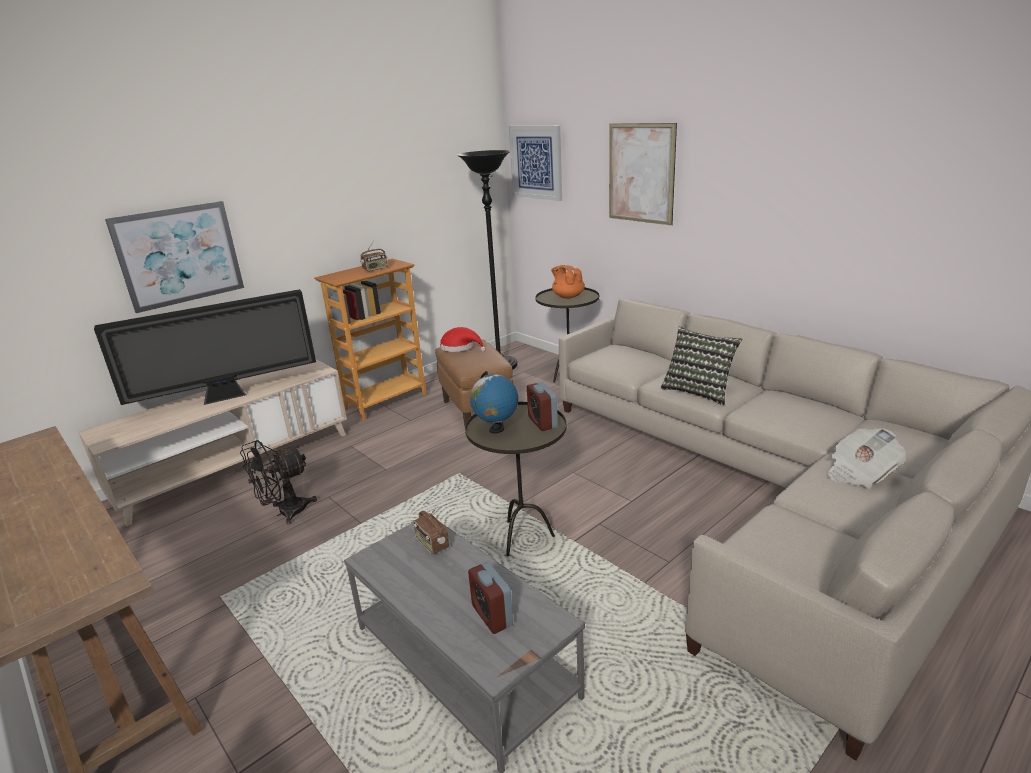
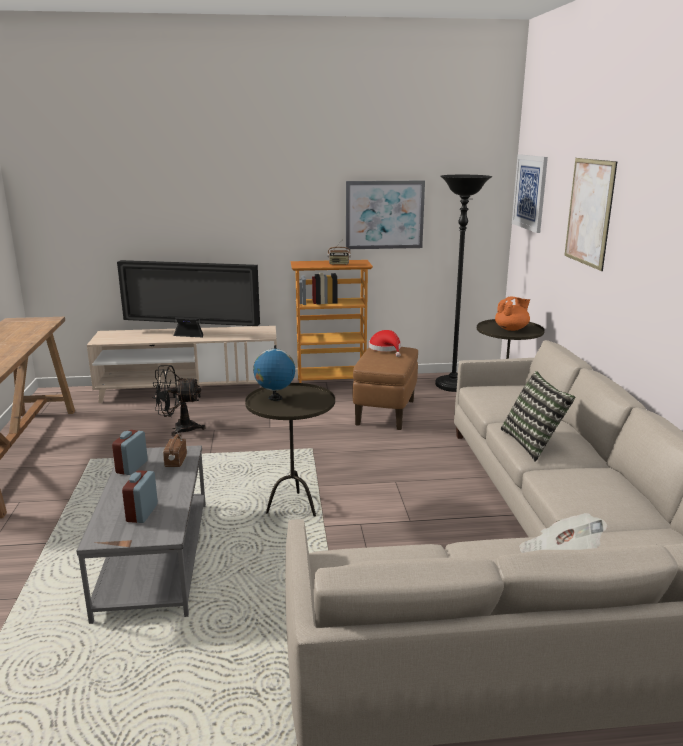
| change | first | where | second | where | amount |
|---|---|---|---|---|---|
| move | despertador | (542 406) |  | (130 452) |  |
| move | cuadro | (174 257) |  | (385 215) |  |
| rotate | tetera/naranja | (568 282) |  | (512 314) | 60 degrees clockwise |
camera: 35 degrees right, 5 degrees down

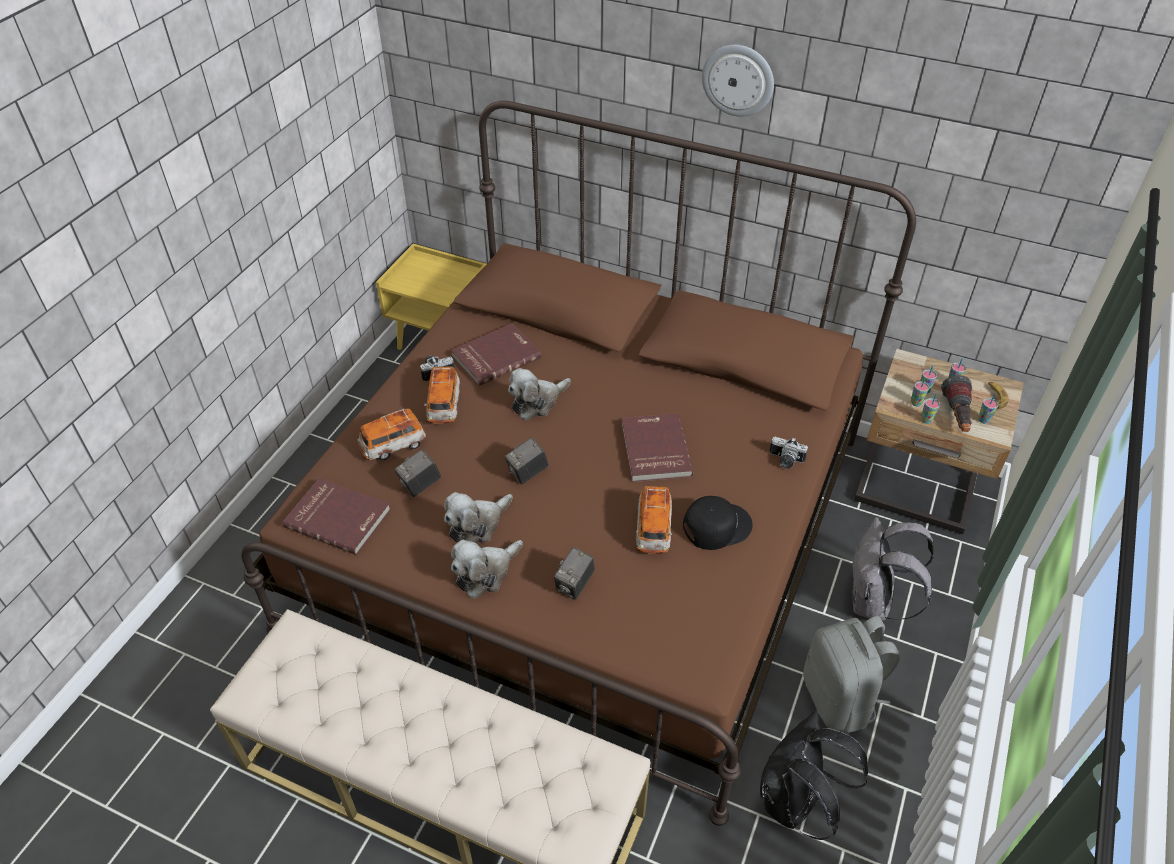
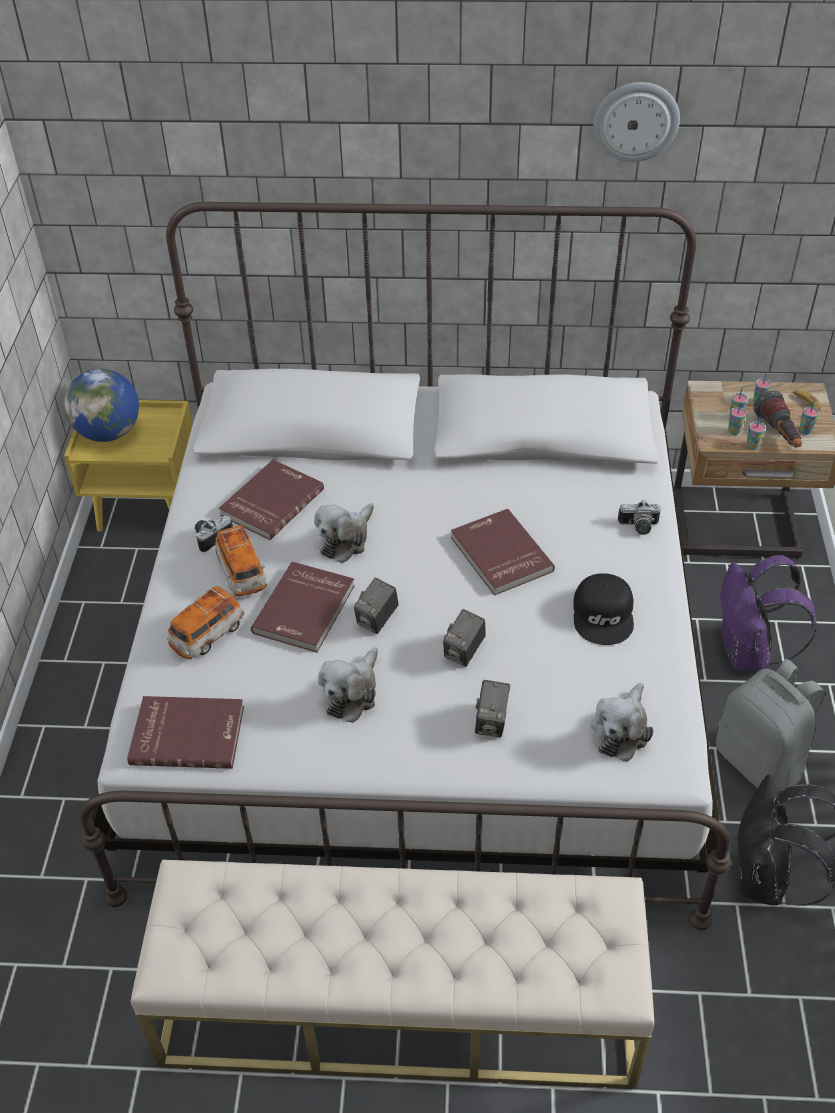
| change | first | where | second | where | amount |
|---|---|---|---|---|---|
| insert |  |  | globo terráqueo | (101 405) |  |
| recolor | cama/marrón | (578 463) | cama/blanco | (405 566) |  |
| insert |  |  | libro/rojo | (303 607) |  |
| move | cámara | (418 473) |  | (464 638) |  |
| rotate | gorra/negro | (718 523) |  | (603 609) | 135 degrees clockwise |
| move | peluche | (487 569) |  | (622 722) |  |
| move | reloj de pared | (738 81) |  | (636 122) |  |
| recolor | mochila/gris | (892 569) | mochila/morado | (768 613) |  |
| delete | coche de juguete | (654 520) |  |  |  |
camera: 20 degrees left, 0 degrees up

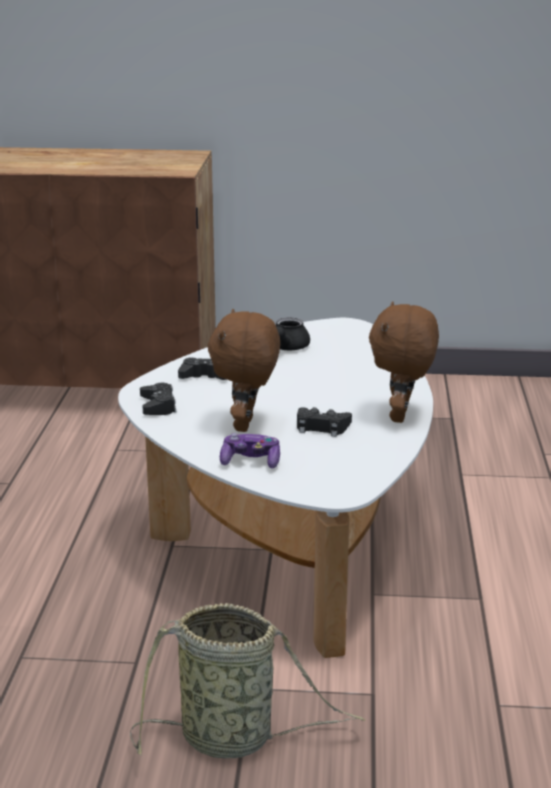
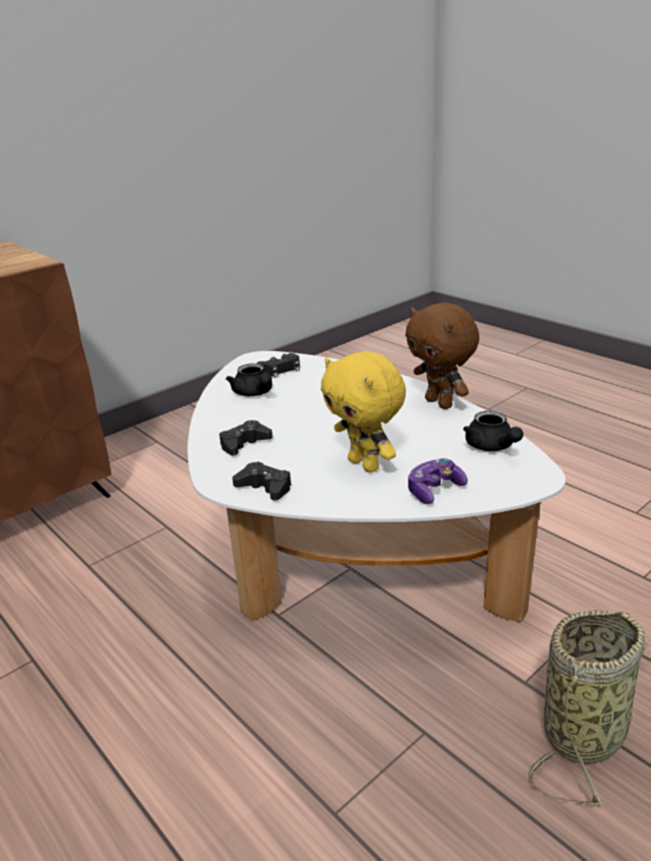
| change | first | where | second | where | amount |
|---|---|---|---|---|---|
| move | mando de consola/negro | (324 422) |  | (278 365) |  |
| recolor | peluche/marrón | (244 370) | peluche/amarillo | (363 412) |  |
| insert |  |  | tetera/negro | (493 431) |  |
camera: 45 degrees left, 5 degrees up

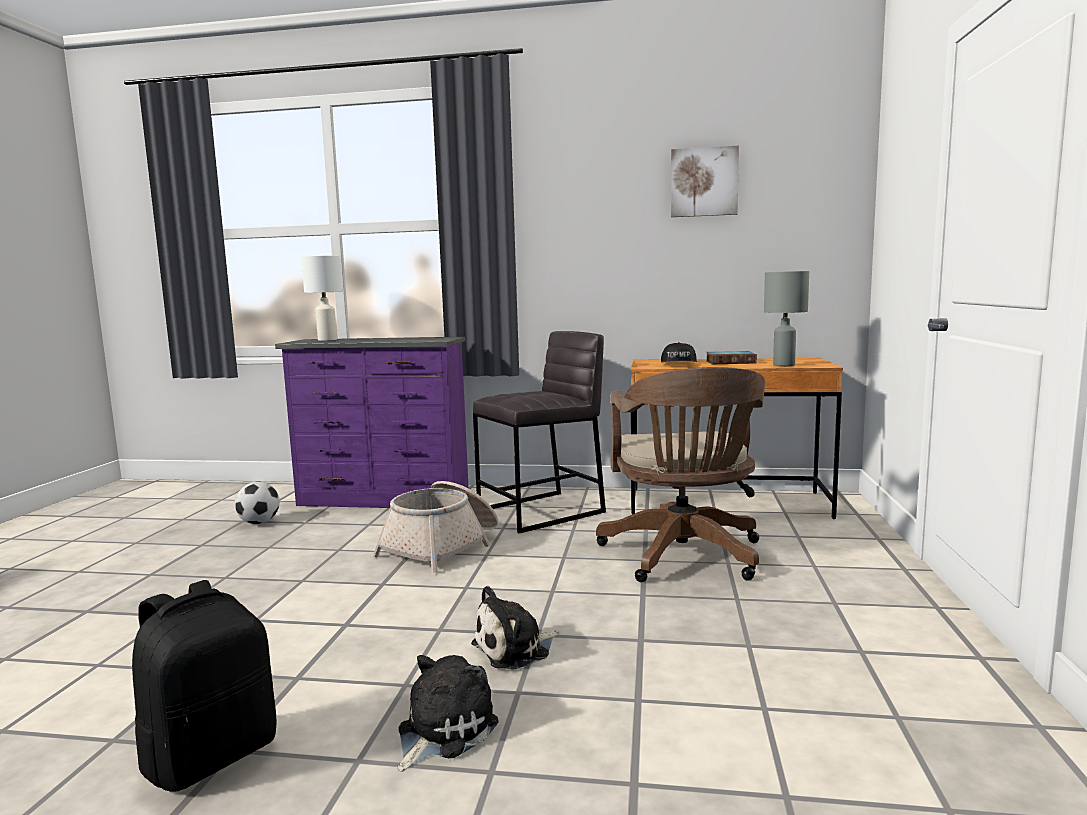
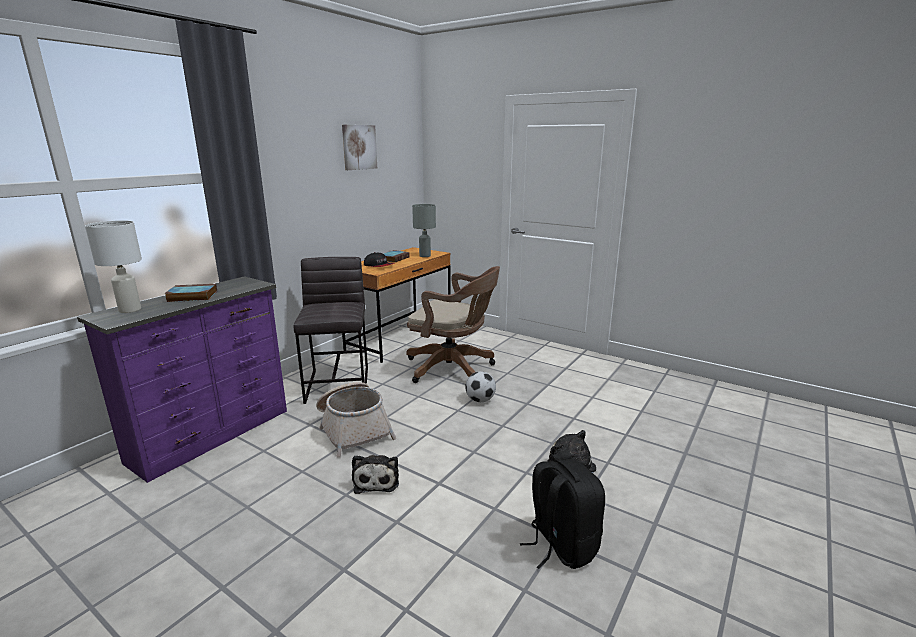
| change | first | where | second | where | amount |
|---|---|---|---|---|---|
| insert |  |  | libro | (190 293) |  |
| move | peluche | (515 628) |  | (375 474) |  |
| move | balón de fútbol | (257 503) |  | (480 386) |  |
camera: 65 degrees left, 10 degrees up

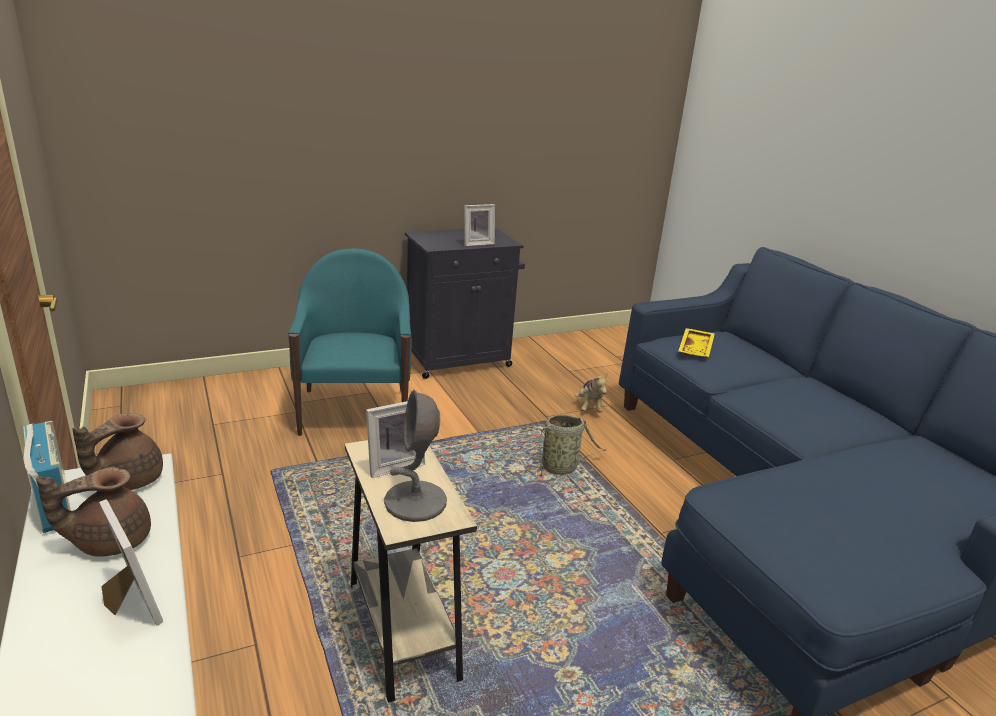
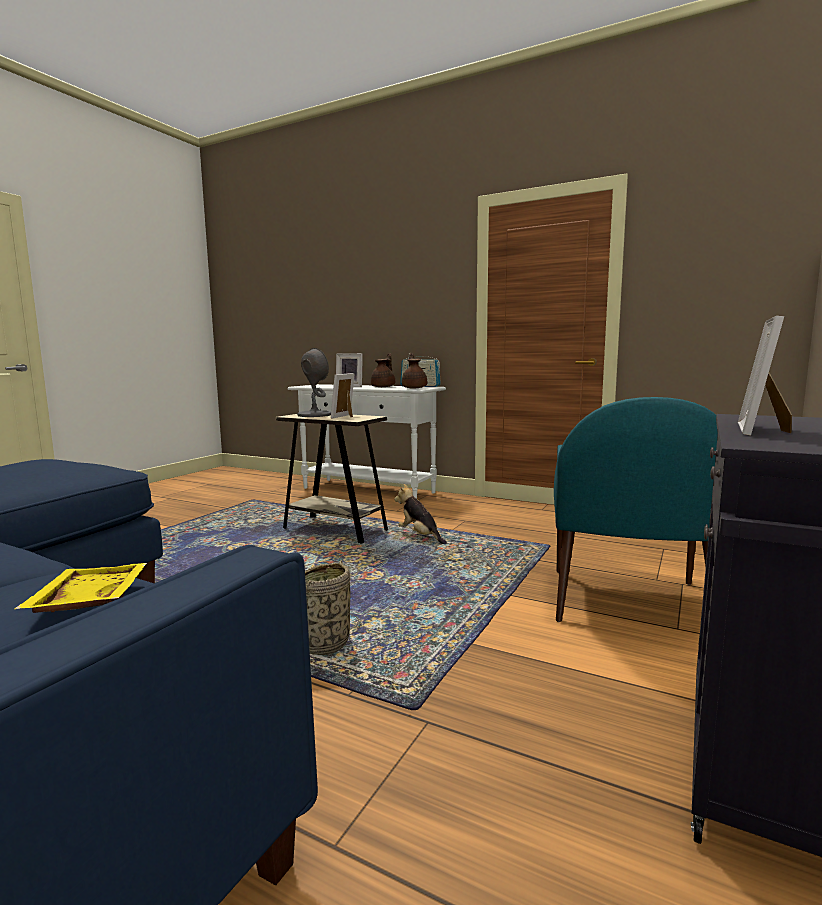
| change | first | where | second | where | amount |
|---|---|---|---|---|---|
| move | peluche | (591 393) |  | (420 514) |  |
| rotate | sillón/turquesa | (350 342) |  | (636 509) | 60 degrees clockwise |
camera: 145 degrees right, 15 degrees down

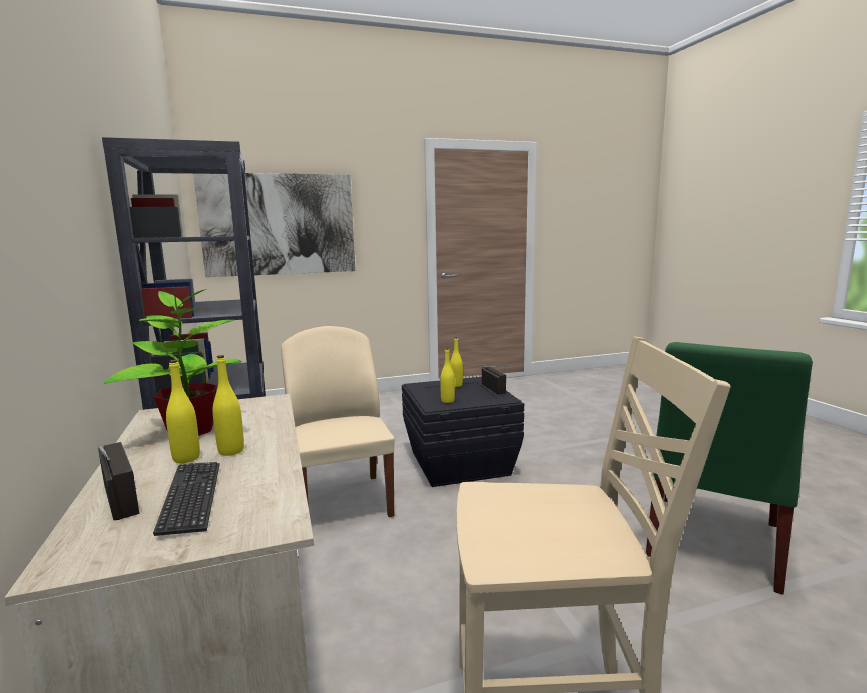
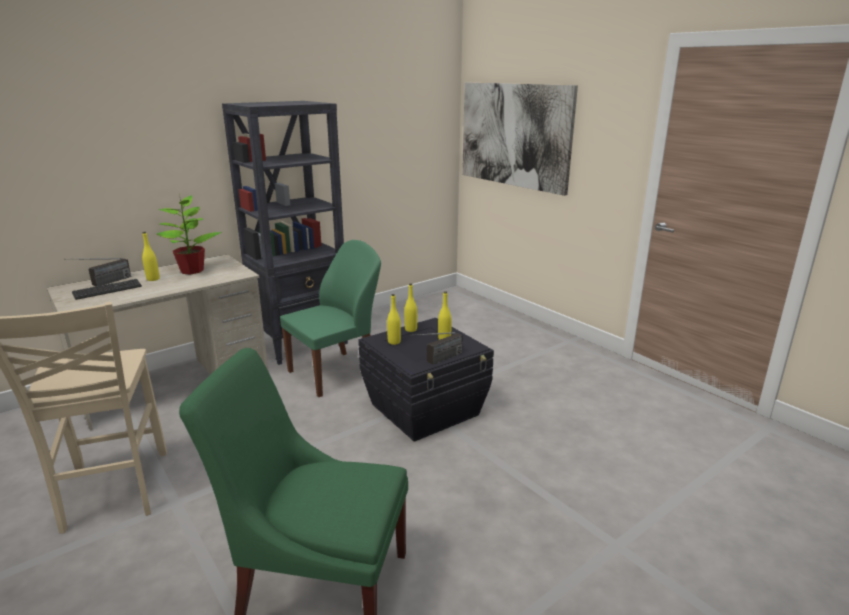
| change | first | where | second | where | amount |
|---|---|---|---|---|---|
| recolor | silla/beis | (338 421) | silla/verde | (330 318) |  |
| move | botella/amarillo | (228 405) |  | (410 307) |  |
camera: 70 degrees right, 10 degrees up

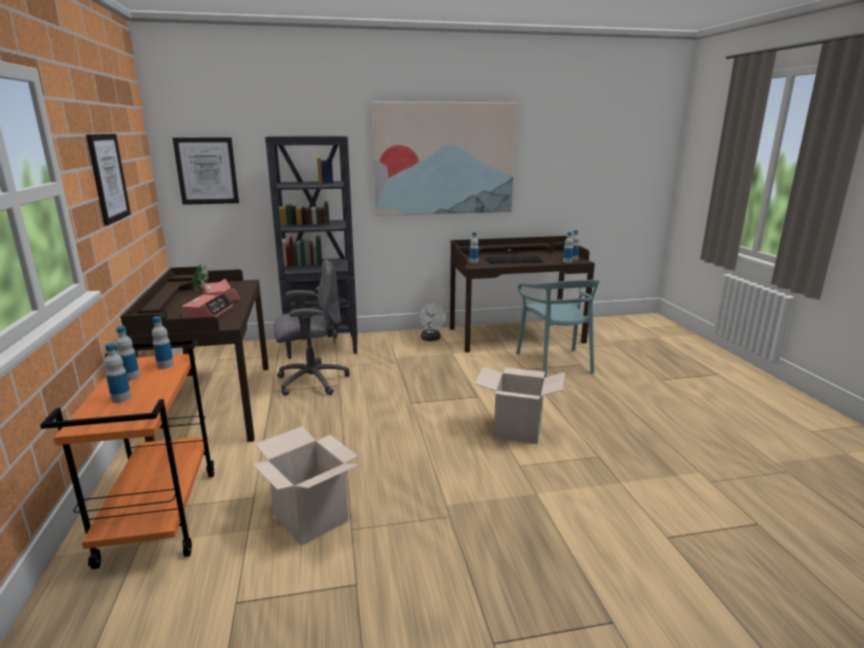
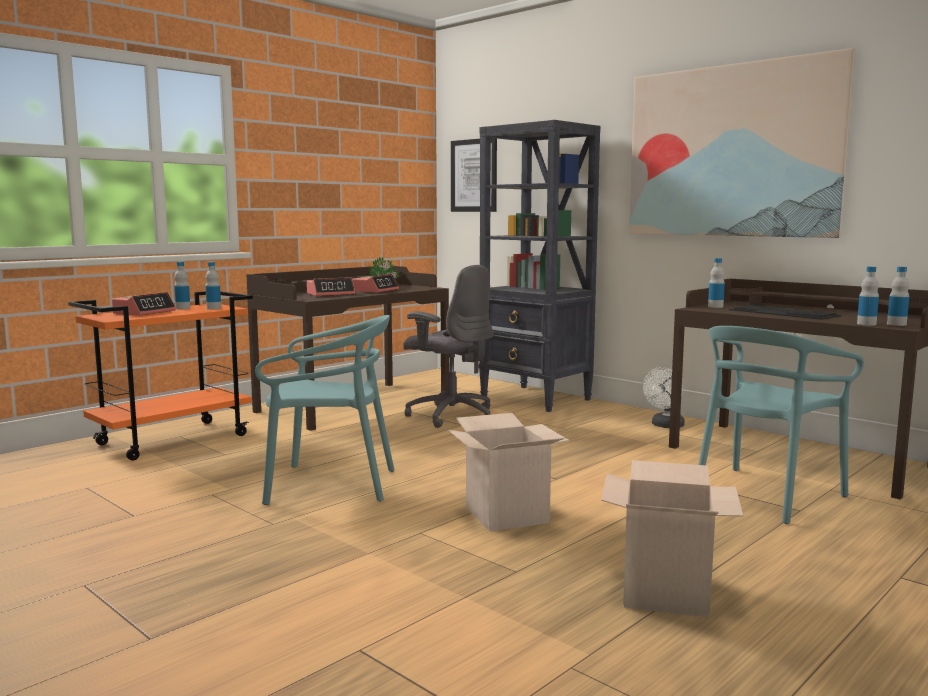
| change | first | where | second | where | amount |
|---|---|---|---|---|---|
| replace | botella | (117 373) | despertador | (144 304) |  |
| insert |  |  | silla/turquesa | (325 410) |  |
| move | caja de cartón | (305 486) |  | (672 538) |  |
| delete | cuadro | (108 180) |  |  |  |
camera: 55 degrees right, 10 degrees down

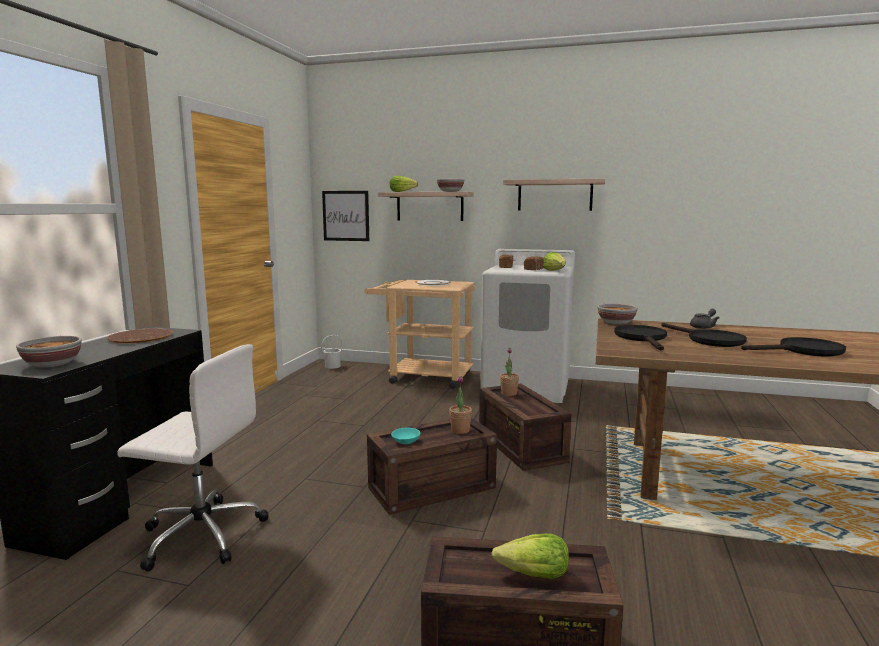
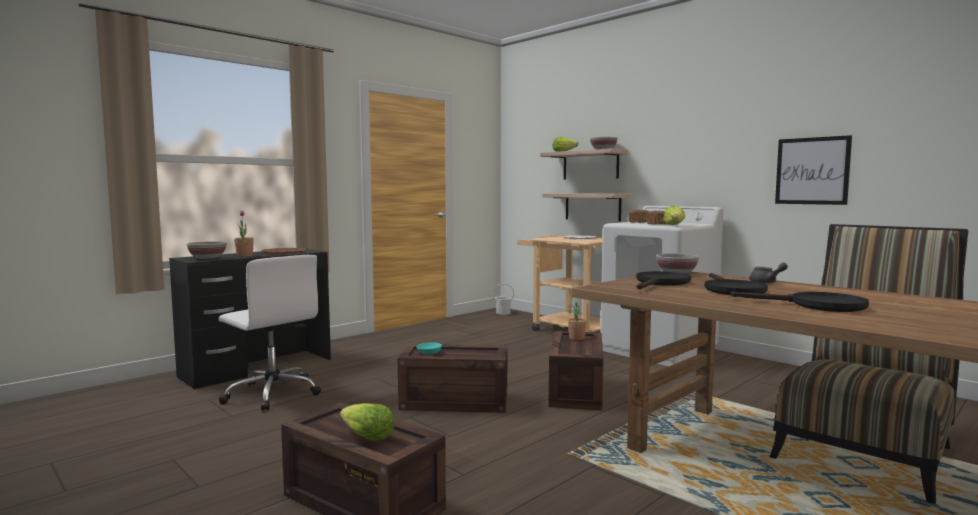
| change | first | where | second | where | amount |
|---|---|---|---|---|---|
| move | planta en maceta | (460 405) |  | (244 234) |  |
| move | estante | (554 194) |  | (586 207) |  |
| insert |  |  | silla | (869 364) |  |
| move | cuadro | (345 216) |  | (813 170) |  |
camera: 30 degrees right, 5 degrees down

